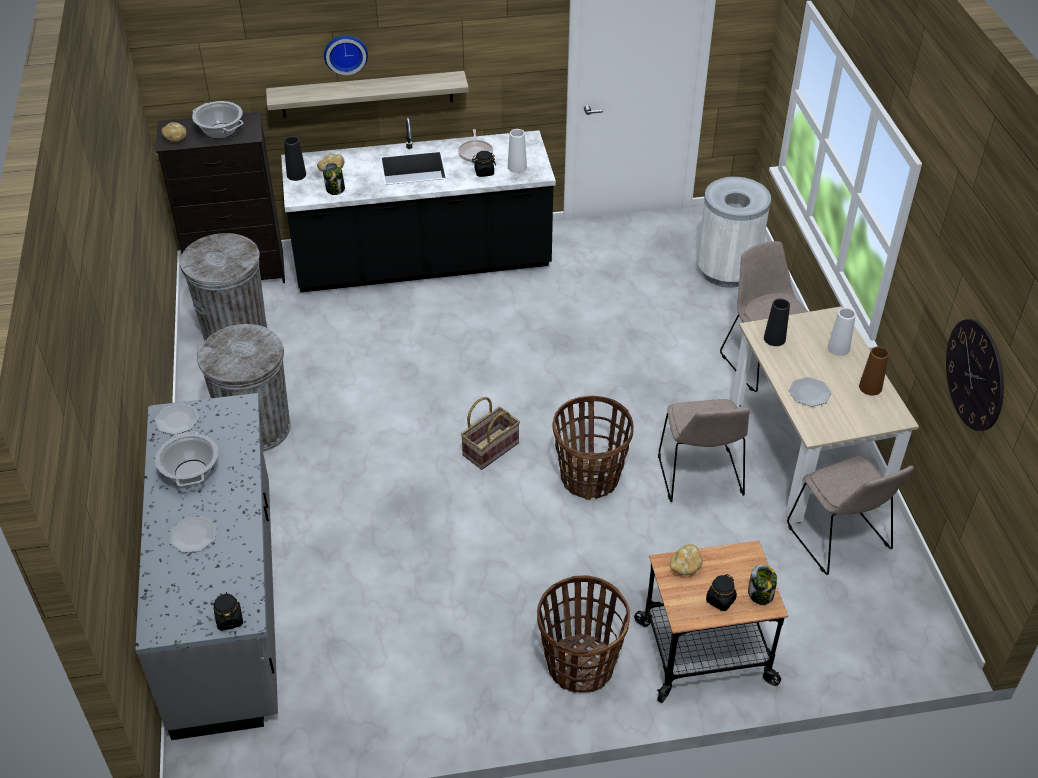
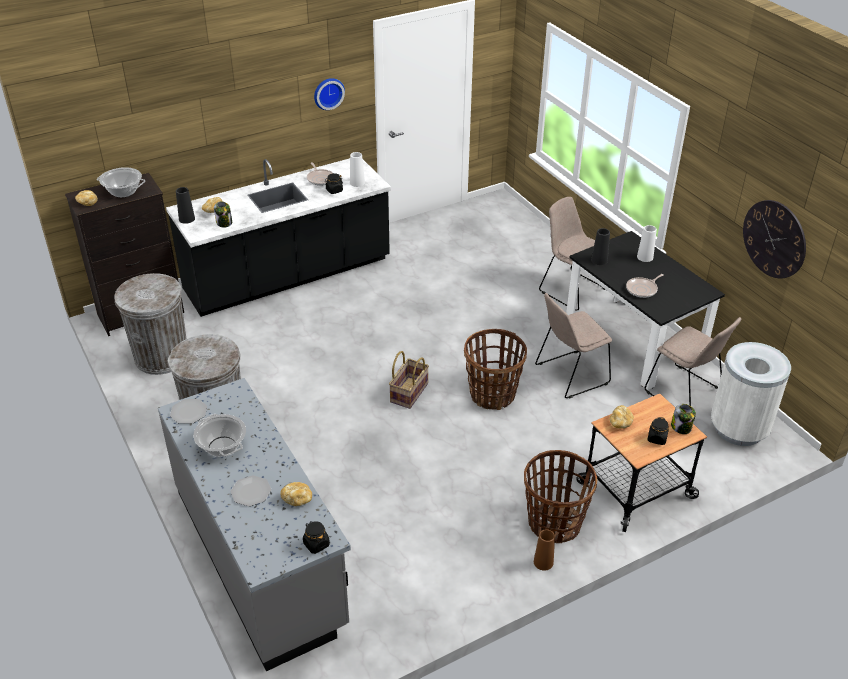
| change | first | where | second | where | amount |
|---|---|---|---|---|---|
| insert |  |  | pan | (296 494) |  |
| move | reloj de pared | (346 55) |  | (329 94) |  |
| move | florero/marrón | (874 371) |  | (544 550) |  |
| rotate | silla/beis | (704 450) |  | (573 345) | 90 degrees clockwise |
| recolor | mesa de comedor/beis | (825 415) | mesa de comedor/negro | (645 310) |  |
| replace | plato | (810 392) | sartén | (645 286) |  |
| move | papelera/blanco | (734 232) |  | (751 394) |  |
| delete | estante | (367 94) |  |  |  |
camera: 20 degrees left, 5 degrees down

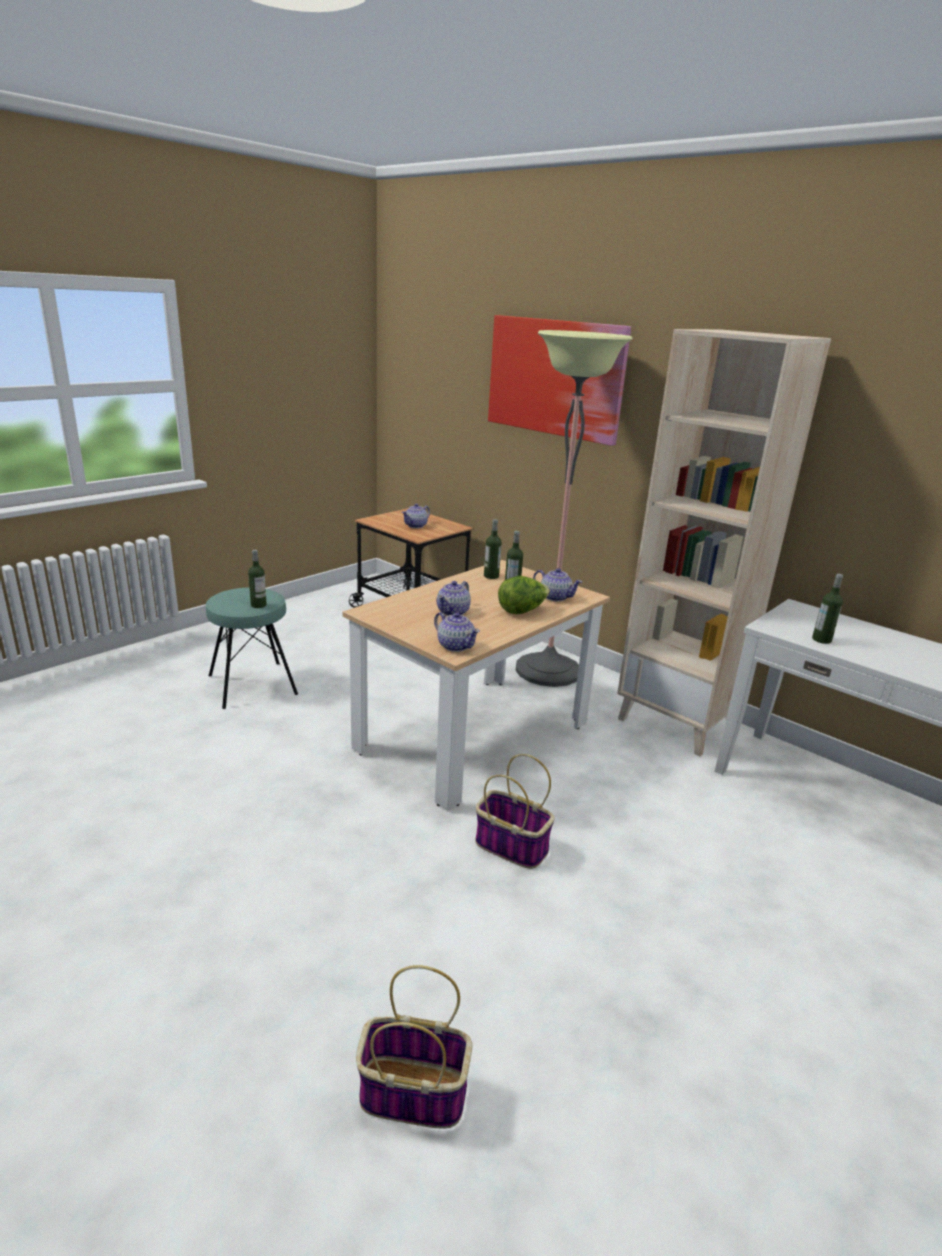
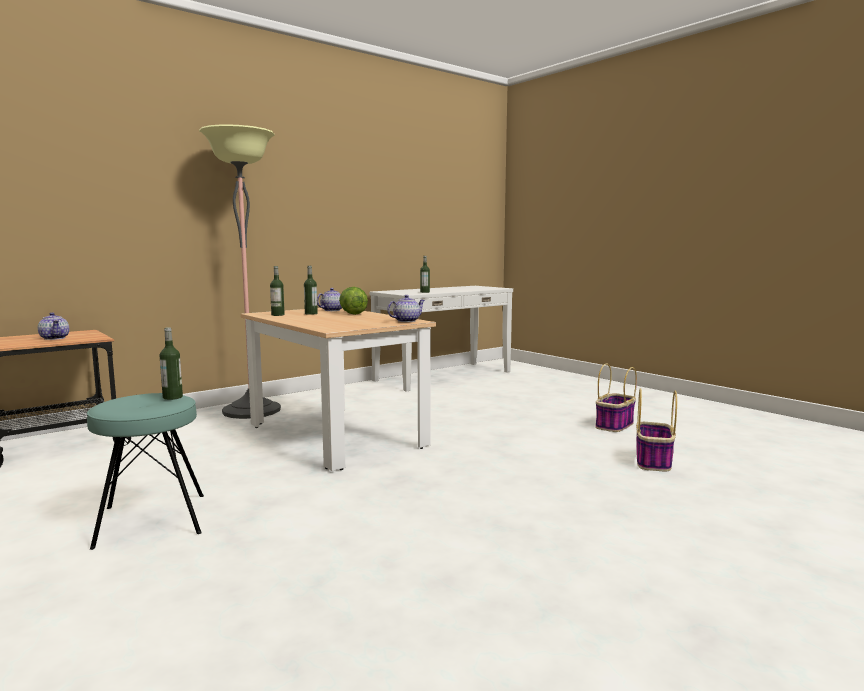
| change | first | where | second | where | amount |
|---|---|---|---|---|---|
| move | cesta | (515 811) |  | (616 397) |  |
| delete | tetera | (454 598) |  |  |  |
| delete | cuadro | (559 380) |  |  |  |
| delete | estantería/beis | (724 542) |  |  |  |
camera: 80 degrees left, 15 degrees down

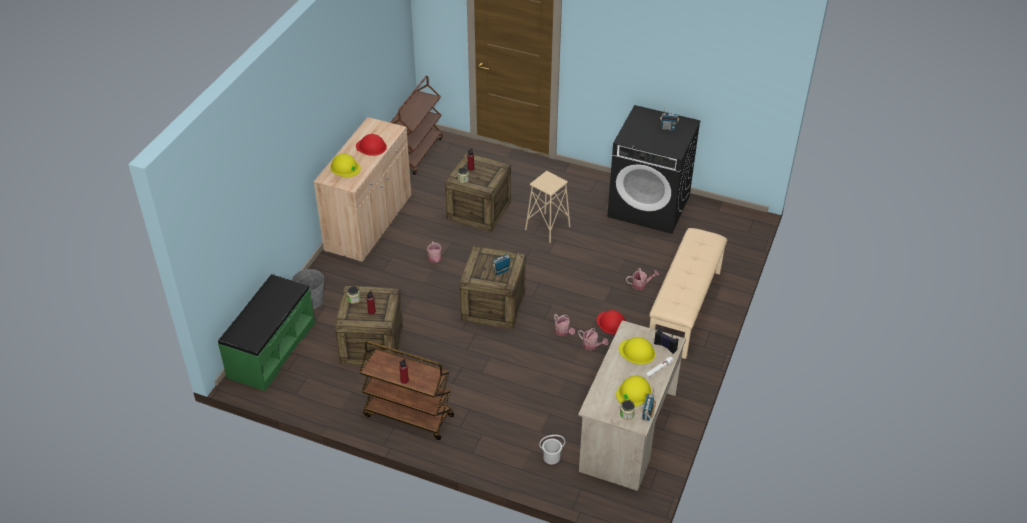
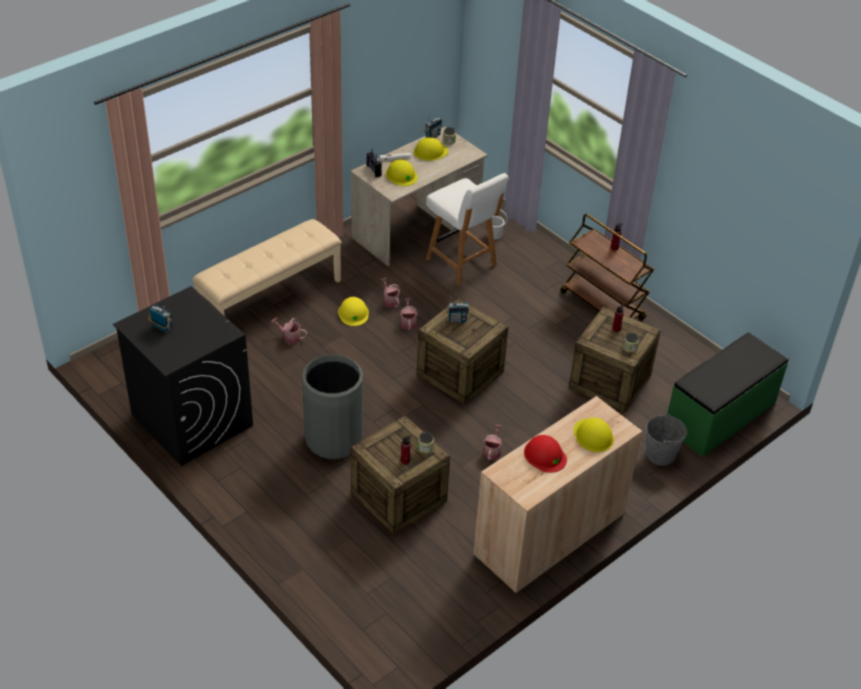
| change | first | where | second | where | amount |
|---|---|---|---|---|---|
| replace | taburete/beis | (548 207) | papelera/gris | (332 407) |  |
| recolor | casco/rojo | (611 322) | casco/amarillo | (353 311) |  |
| insert |  |  | silla/blanco | (467 229) |  |
| delete | carrito/marrón | (416 125) |  |  |  |
camera: 155 degrees left, 0 degrees up

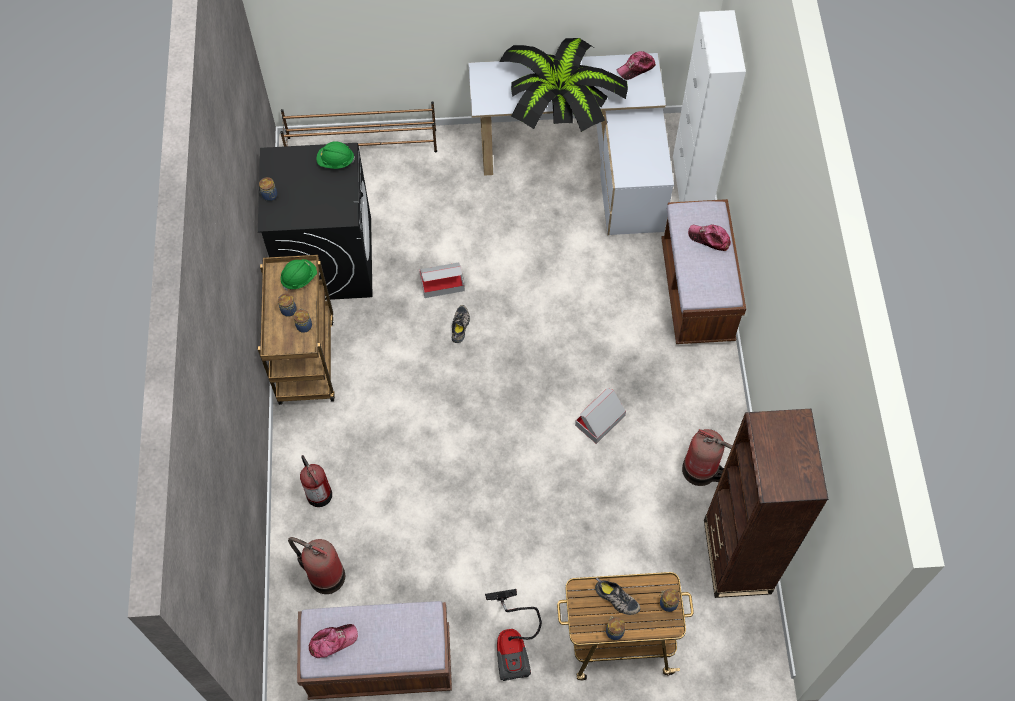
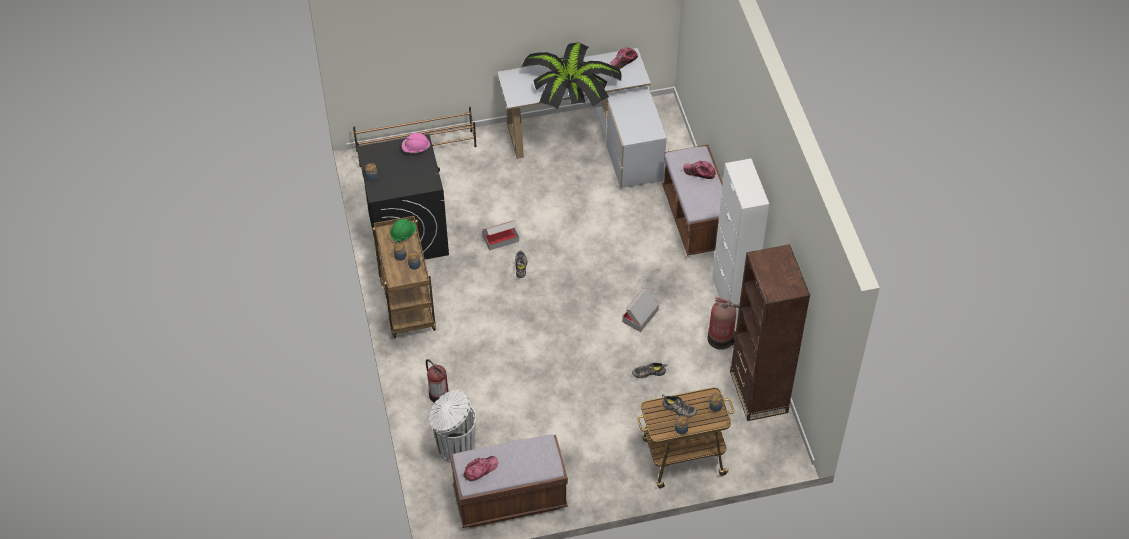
| change | first | where | second | where | amount |
|---|---|---|---|---|---|
| recolor | casco/verde | (336 155) | casco/rosa | (416 143) |  |
| replace | extintor | (316 565) | papelera/blanco | (452 426) |  |
| insert |  |  | zapato | (649 370) |  |
| move | armario/blanco | (709 106) |  | (740 239) |  |
| delete | aspiradora | (513 635) |  |  |  |
camera: 10 degrees left, 10 degrees down

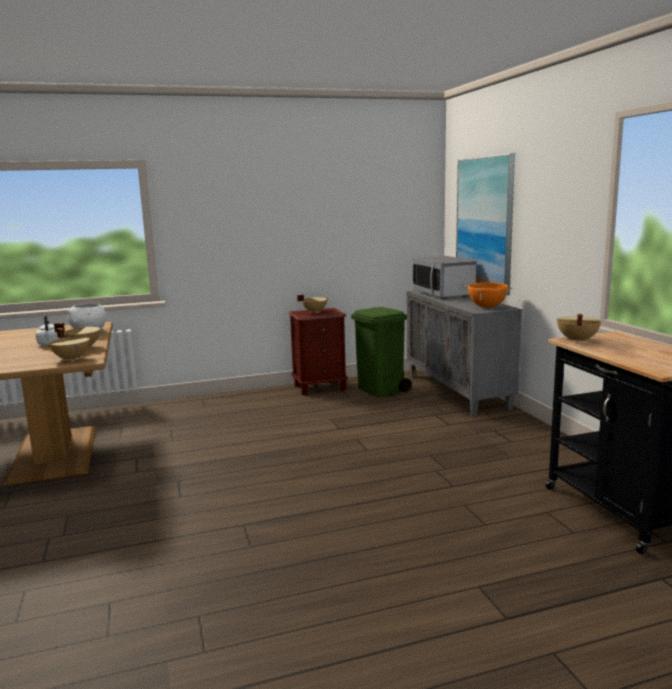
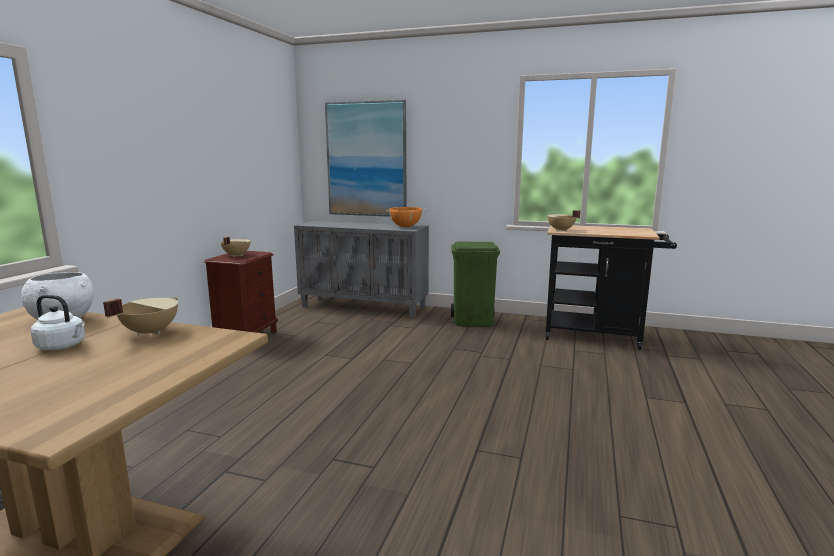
| change | first | where | second | where | amount |
|---|---|---|---|---|---|
| move | papelera/verde | (381 352) |  | (475 284) |  |
| delete | olla/beis | (69 344) |  |  |  |
| delete | microondas | (444 277) |  |  |  |
camera: 55 degrees left, 0 degrees up

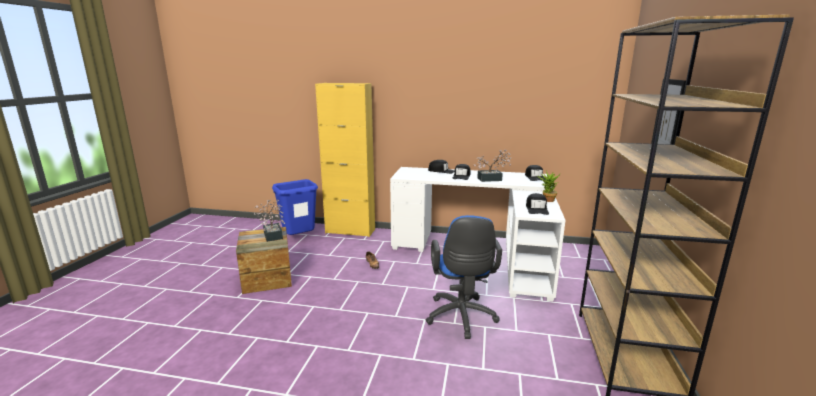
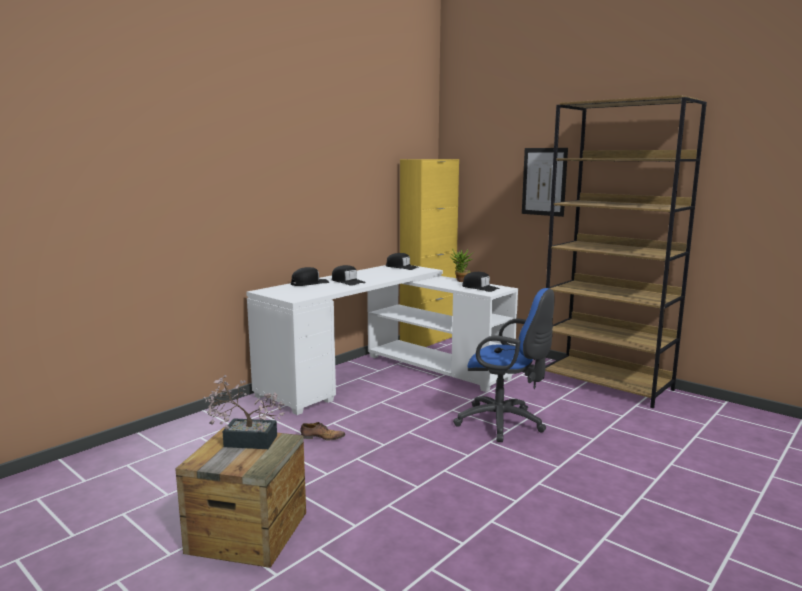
| change | first | where | second | where | amount |
|---|---|---|---|---|---|
| move | armario/amarillo | (345 160) |  | (429 253) |  |
| delete | papelera/azul | (295 207) |  |  |  |
| delete | planta en maceta | (492 166) |  |  |  |
camera: 60 degrees left, 5 degrees down

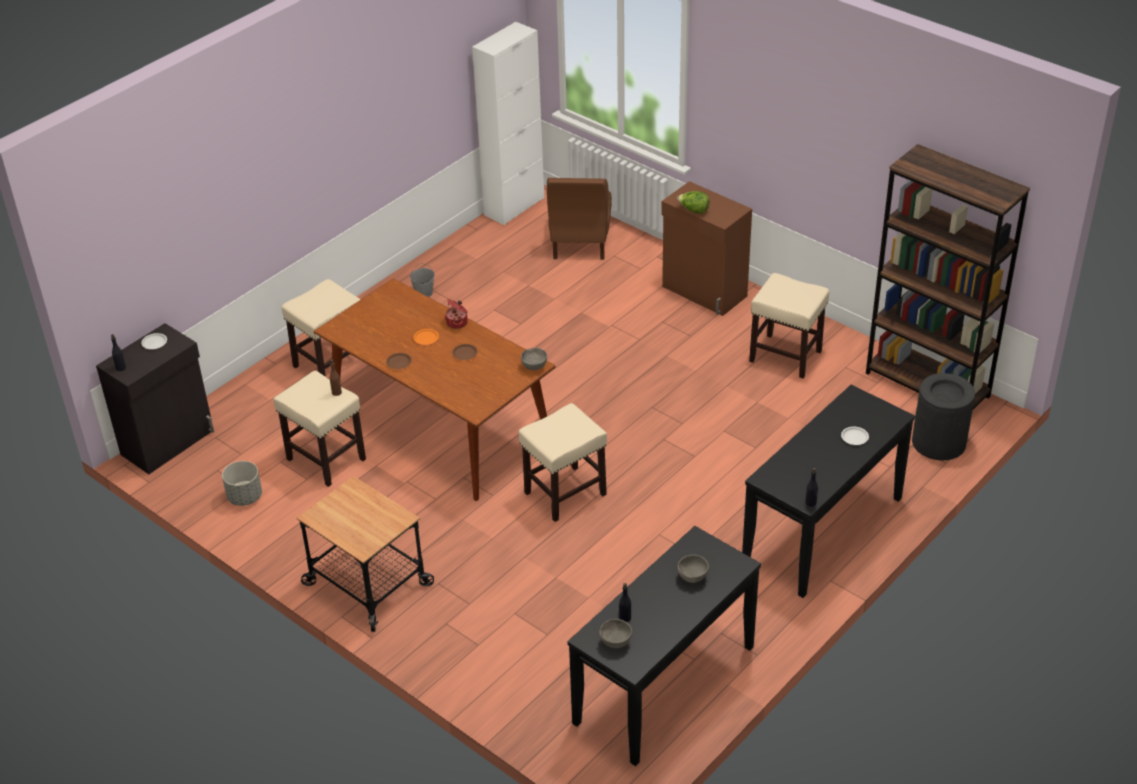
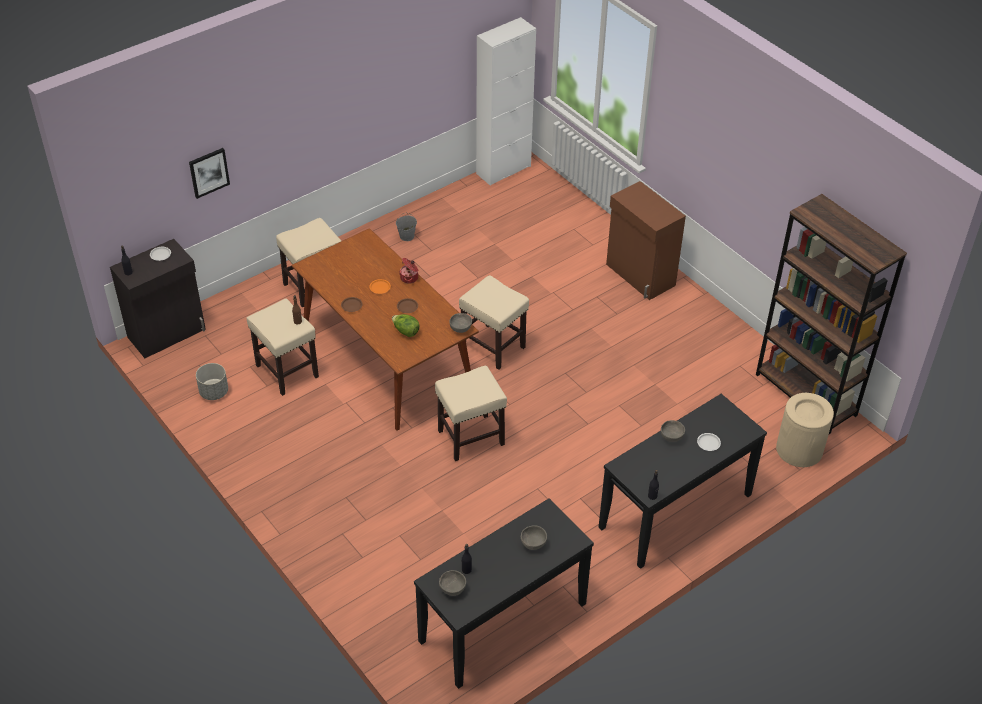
| change | first | where | second | where | amount |
|---|---|---|---|---|---|
| insert |  |  | cuadro | (209 173) |  |
| move | lechuga | (693 202) |  | (406 325) |  |
| move | taburete/beis | (789 325) |  | (494 322) |  |
| insert |  |  | cuenco/gris | (673 431) |  |
| recolor | papelera/negro | (943 416) | papelera/beis | (805 430) |  |
| delete | carrito | (365 554) |  |  |  |
| delete | silla/marrón | (579 219) |  |  |  |
camera: 10 degrees right, 5 degrees up

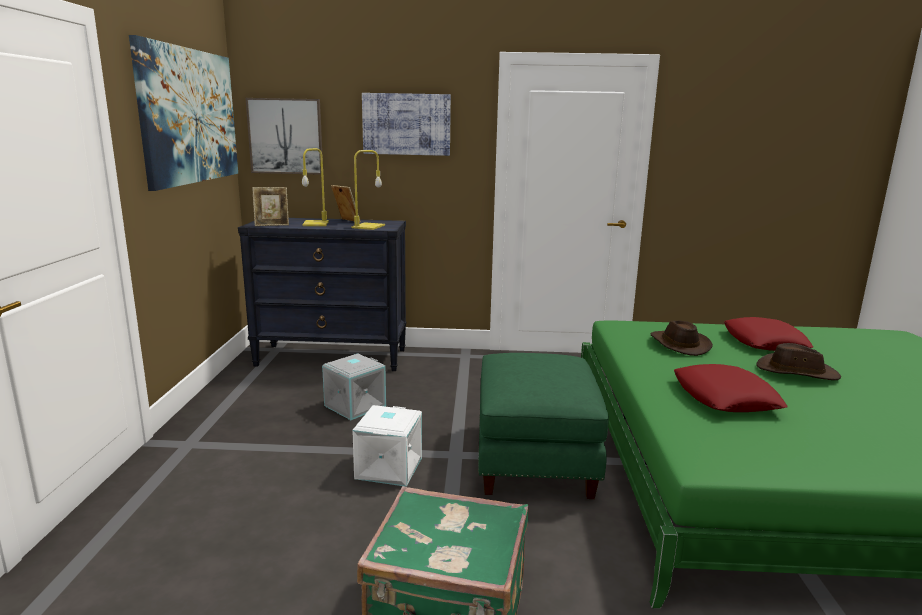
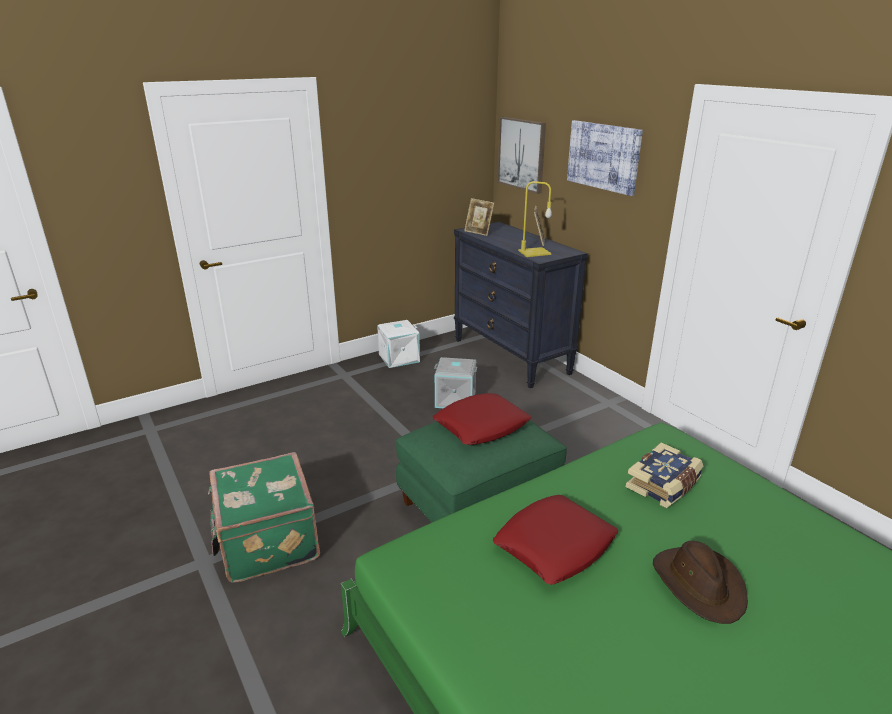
| change | first | where | second | where | amount |
|---|---|---|---|---|---|
| move | caja de almacenaje/blanco | (387 446) |  | (398 344) |  |
| move | cojín/rojo | (768 334) |  | (482 419) |  |
| replace | sombrero/marrón | (682 338) | libro | (664 475) |  |
| delete | cuadro | (183 113) |  |  |  |
| delete | lámpara de mesa/amarillo | (315 187) |  |  |  |
camera: 55 degrees right, 10 degrees up

